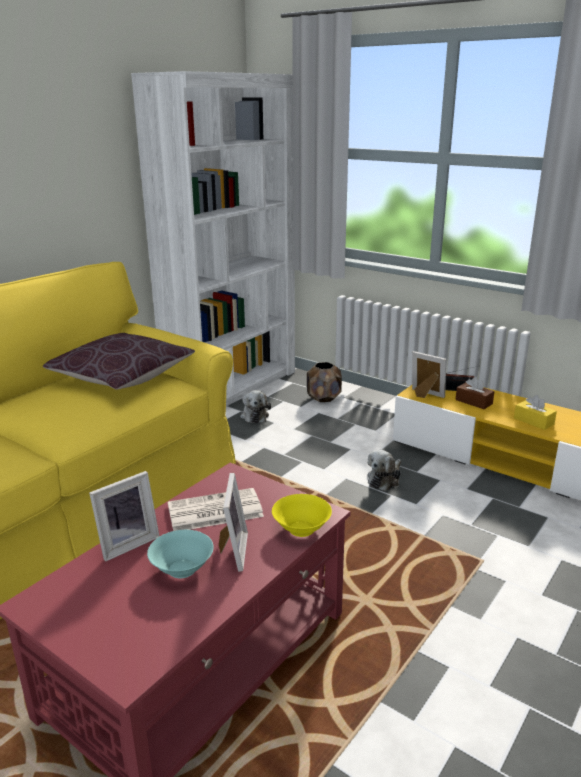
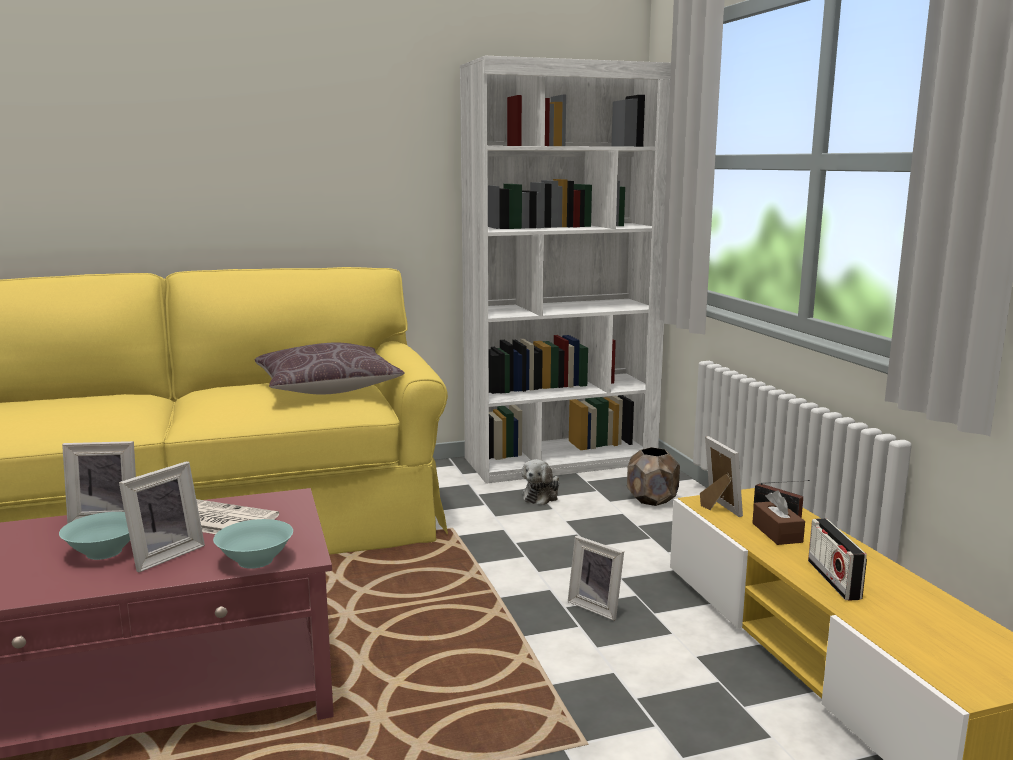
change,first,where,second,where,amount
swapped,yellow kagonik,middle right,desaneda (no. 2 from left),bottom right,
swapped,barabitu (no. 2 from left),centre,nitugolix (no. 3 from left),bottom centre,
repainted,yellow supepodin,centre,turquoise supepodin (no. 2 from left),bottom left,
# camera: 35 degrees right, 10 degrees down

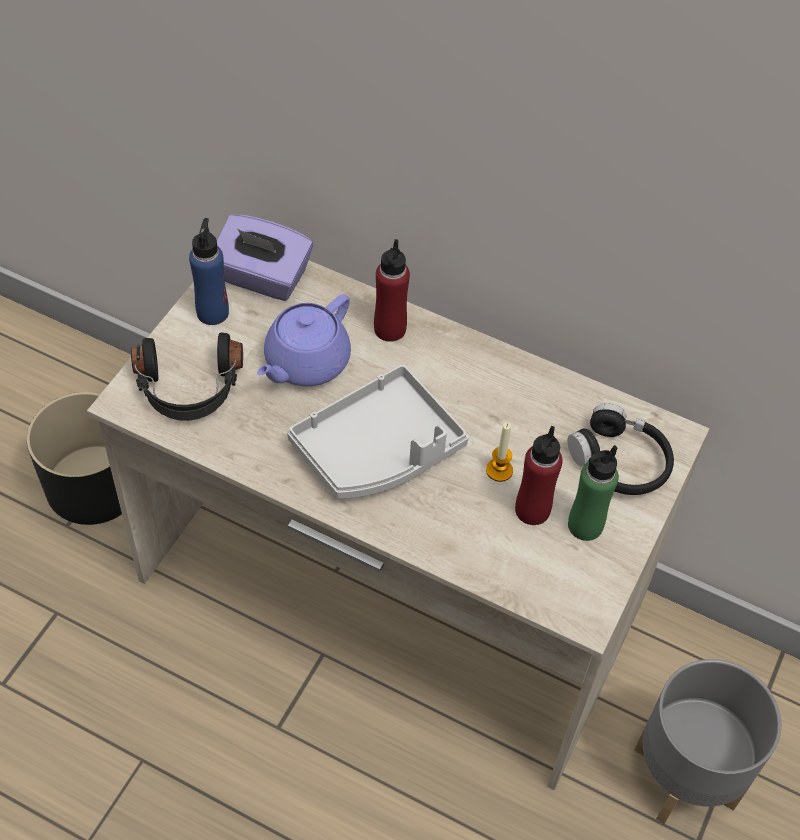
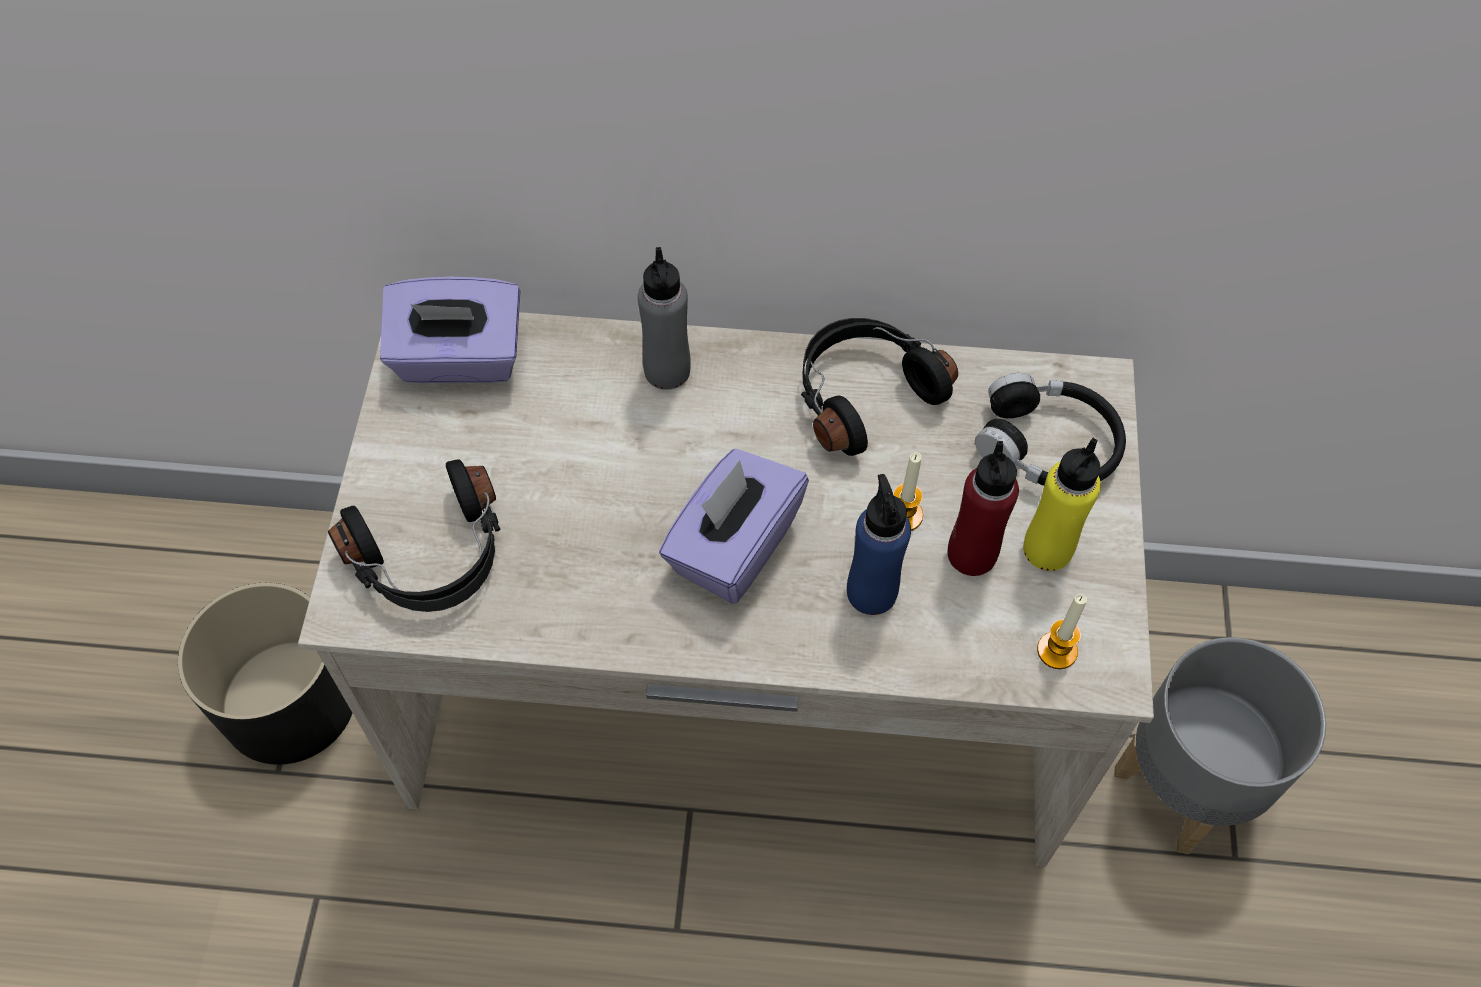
change,first,where,second,where,amount
shifted,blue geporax,top left,,centre,
repainted,red geporax (no. 1 from left),centre,grey geporax,top centre,
gone,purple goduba,centre,,,
swapped,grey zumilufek,centre,purple kagonik (no. 2 from left),centre,
repainted,green geporax,middle right,yellow geporax,middle right,
new,,,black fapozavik (no. 2 from left),centre,
new,,,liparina (no. 2 from left),middle right,
# camera: 20 degrees left, 5 degrees up

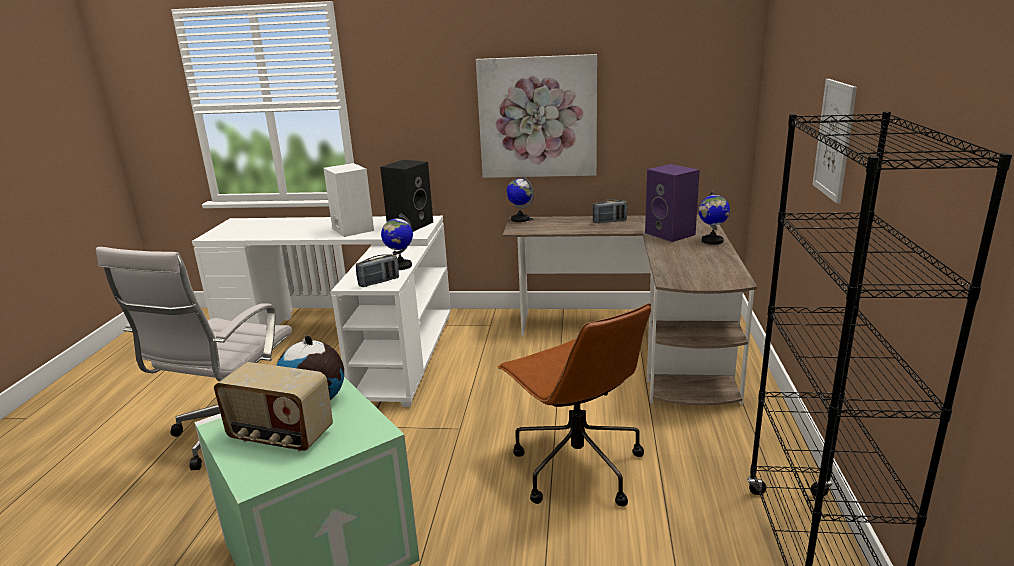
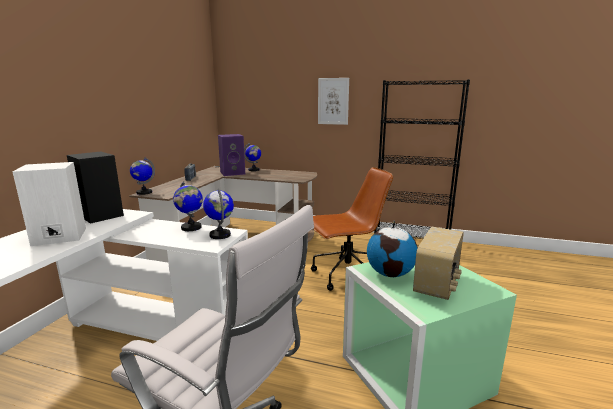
change,first,where,second,where,amount
gone,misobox (no. 1 from left),top centre,,,
swapped,desaneda (no. 2 from left),centre,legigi (no. 3 from left),centre,
# camera: 80 degrees left, 5 degrees down

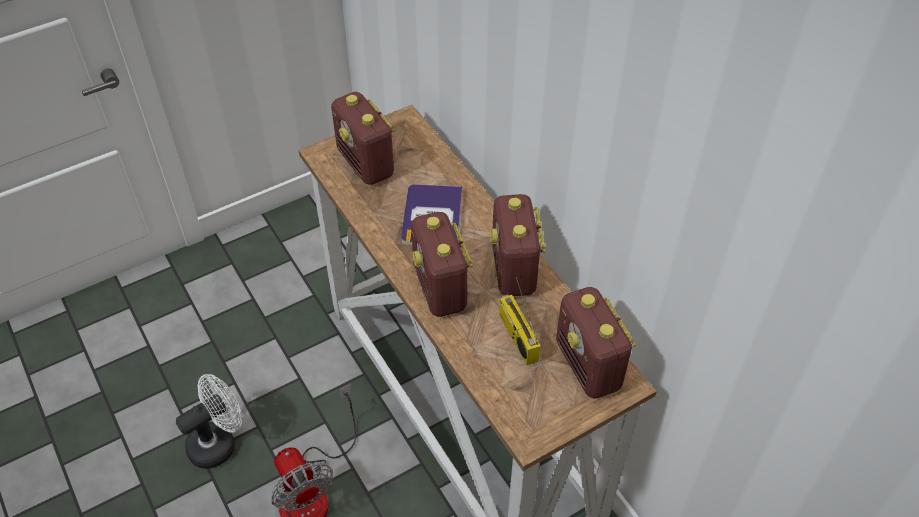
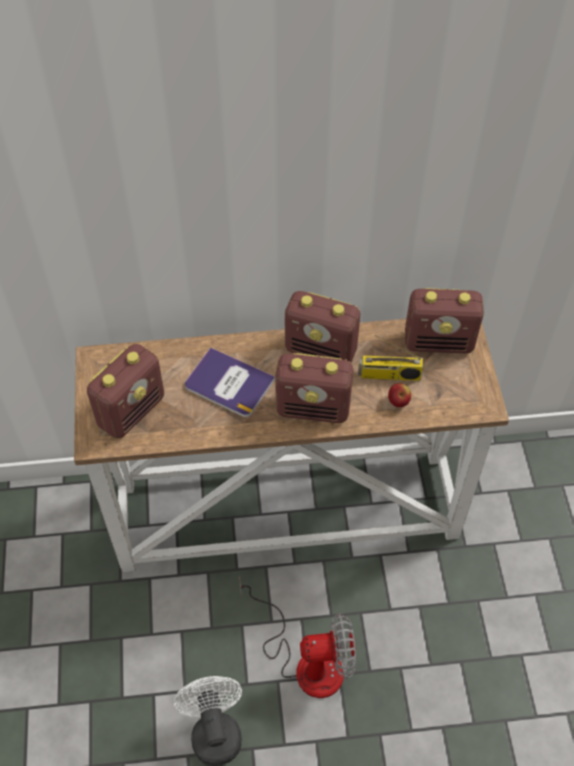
change,first,where,second,where,amount
rotated,desaneda (no. 1 from left),top centre,,middle left,45 degrees counterclockwise
new,,,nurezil,middle right,
# camera: 65 degrees left, 5 degrees up

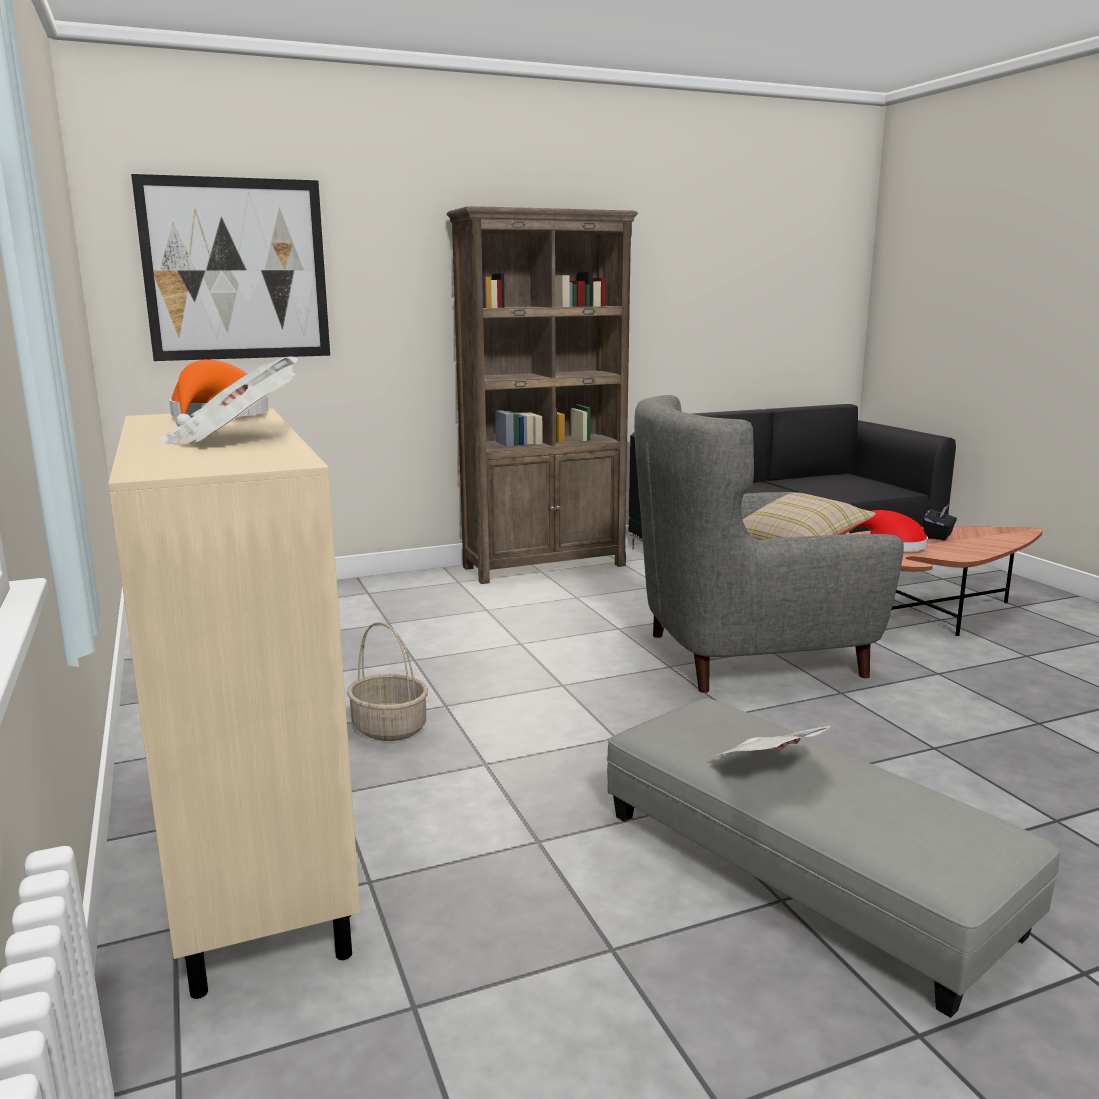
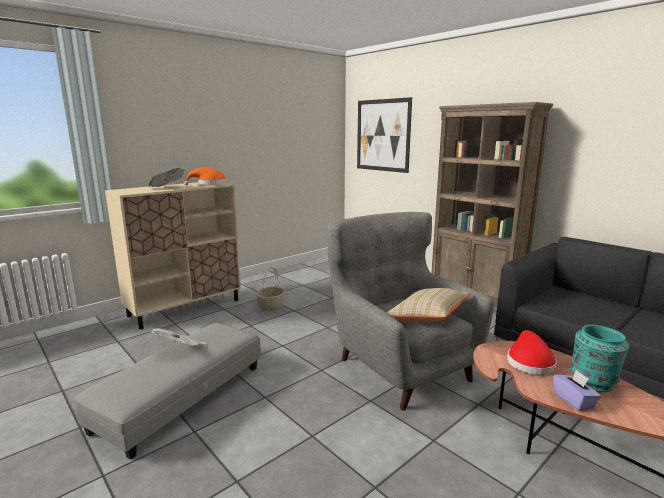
change,first,where,second,where,amount
swapped,black kagonik,middle right,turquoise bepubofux,bottom right,
new,,,purple kagonik,bottom right,
# camera: 70 degrees right, 0 degrees up

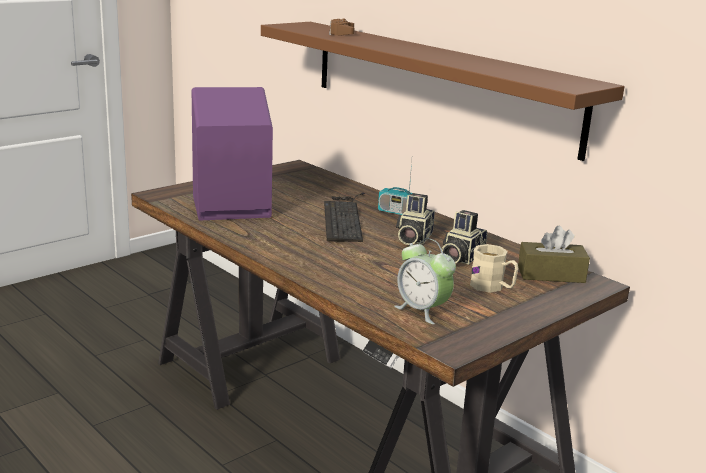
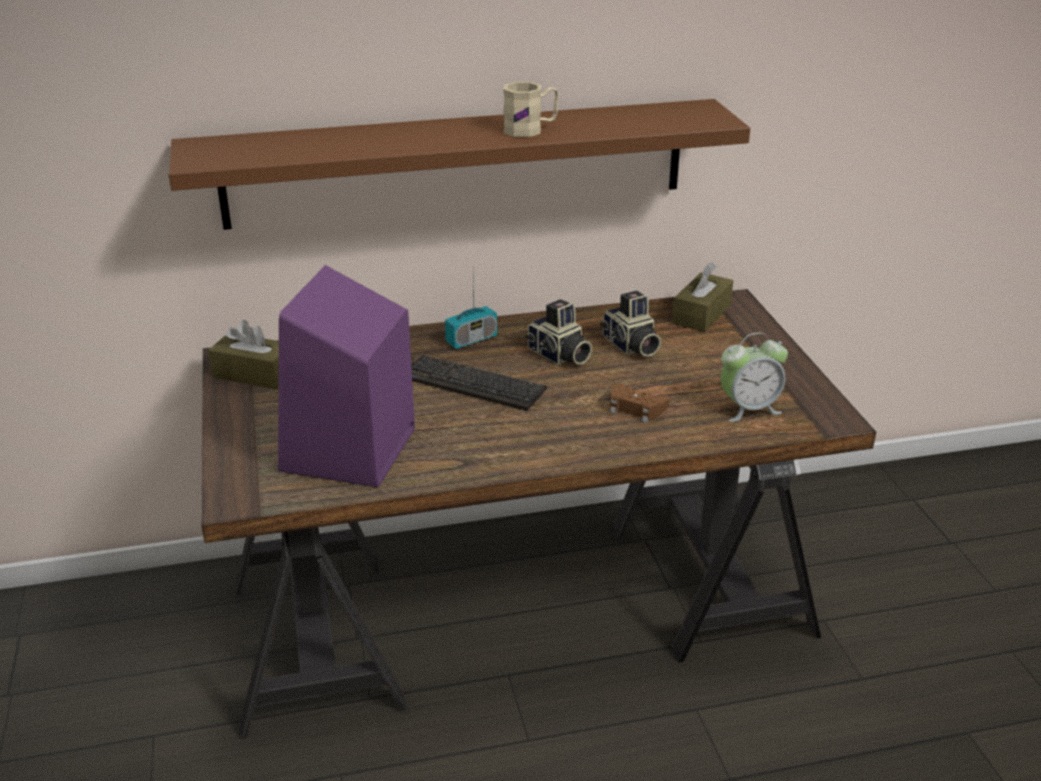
change,first,where,second,where,amount
shifted,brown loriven,top centre,,centre,
shifted,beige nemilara,middle right,,top centre,
new,,,brown kagonik (no. 1 from left),middle left,
# camera: 60 degrees left, 10 degrees up

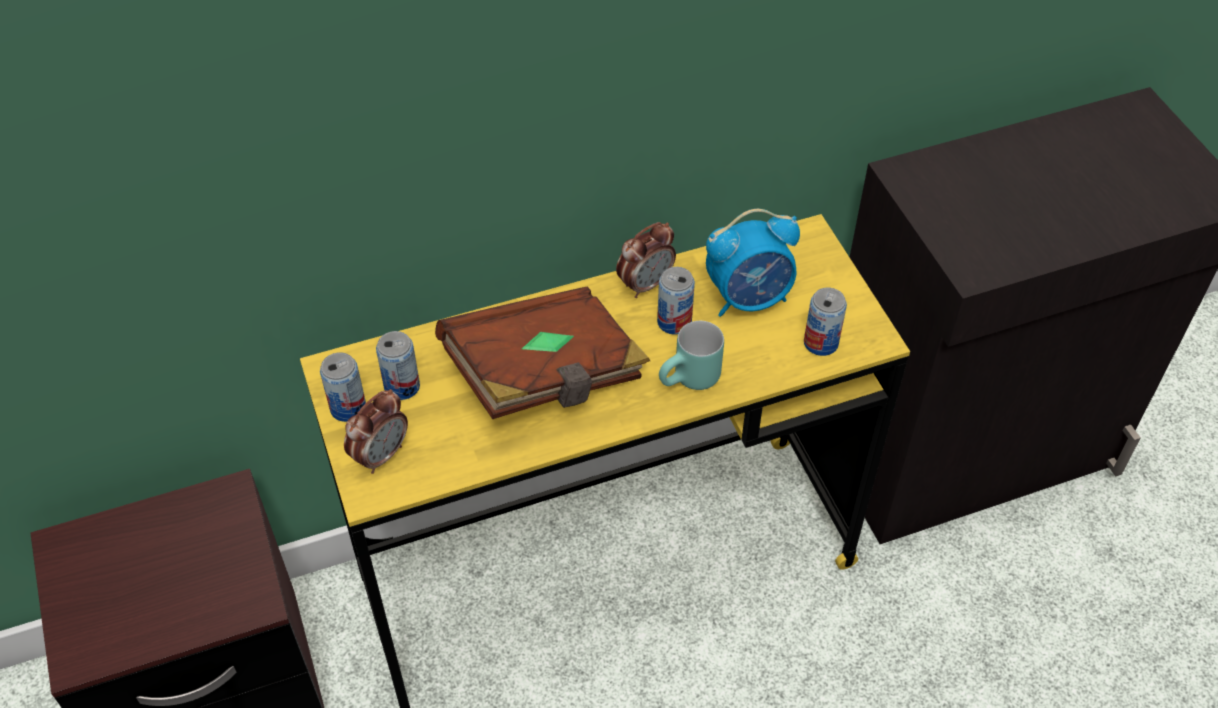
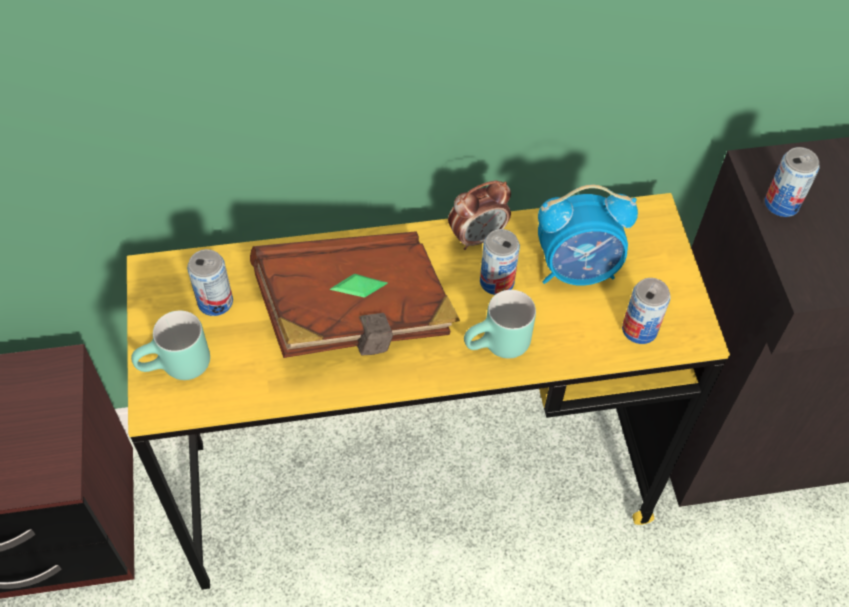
change,first,where,second,where,amount
shifted,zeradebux (no. 1 from left in the first image),middle left,zeradebux (no. 4 from left),top right,
swapped,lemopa (no. 1 from left),middle left,turquoise nemilara (no. 1 from left),middle left,
# camera: 10 degrees right, 5 degrees up

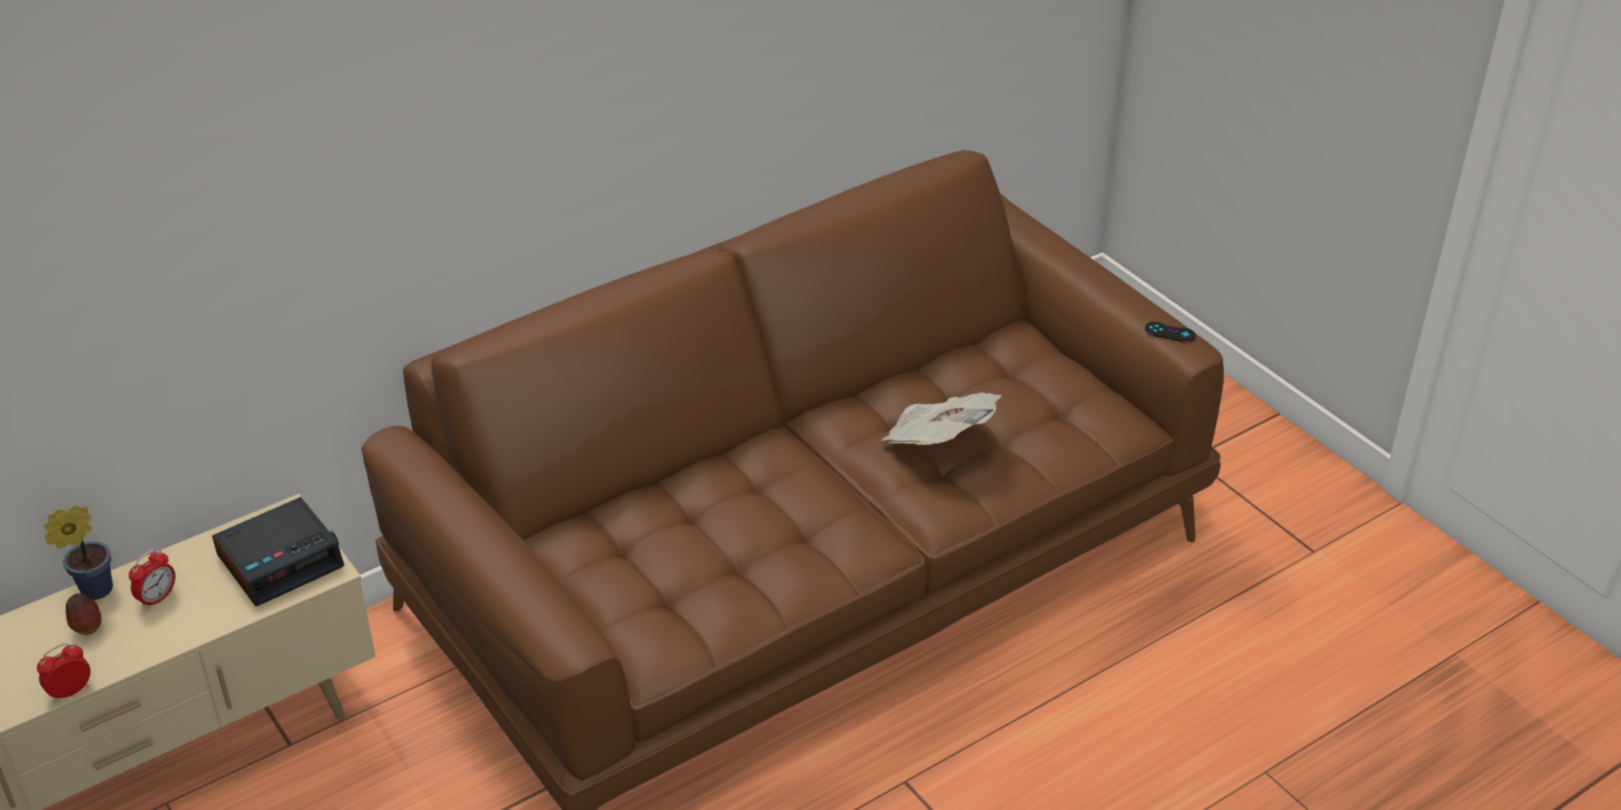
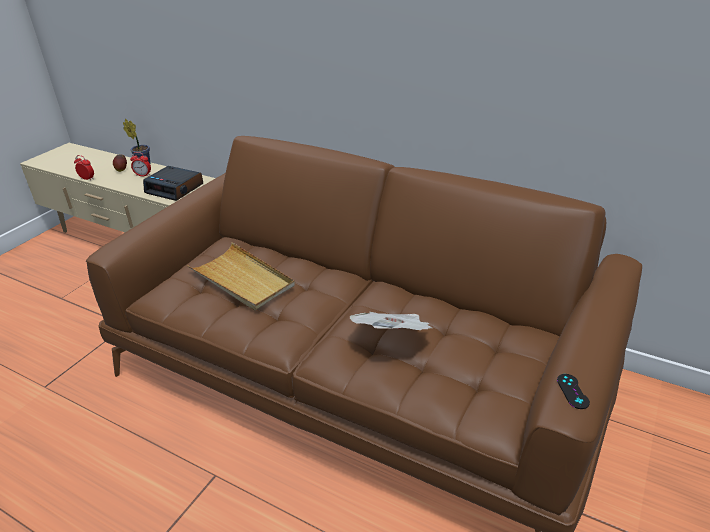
change,first,where,second,where,amount
new,,,beige zumilufek,centre,
# camera: 65 degrees right, 5 degrees down

